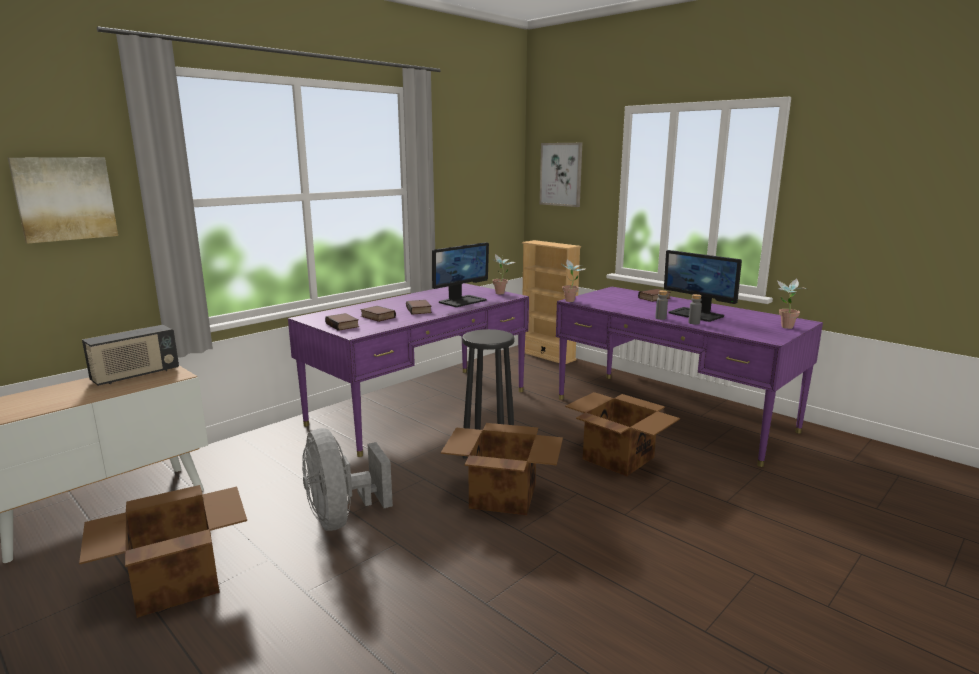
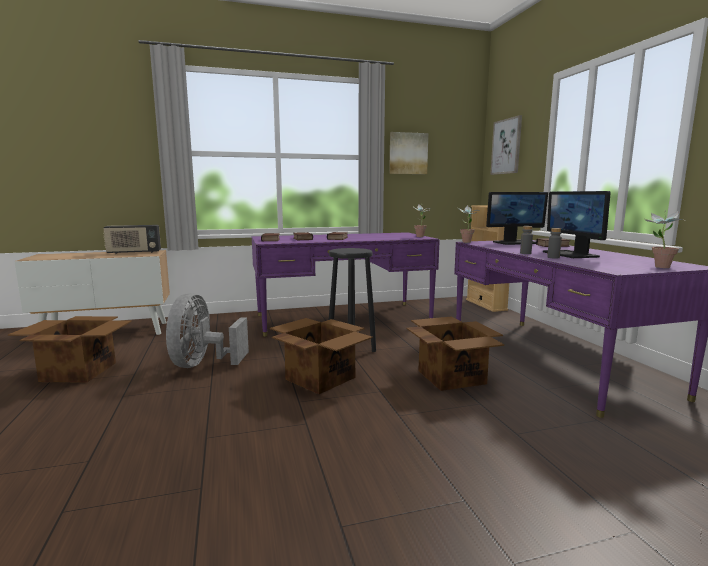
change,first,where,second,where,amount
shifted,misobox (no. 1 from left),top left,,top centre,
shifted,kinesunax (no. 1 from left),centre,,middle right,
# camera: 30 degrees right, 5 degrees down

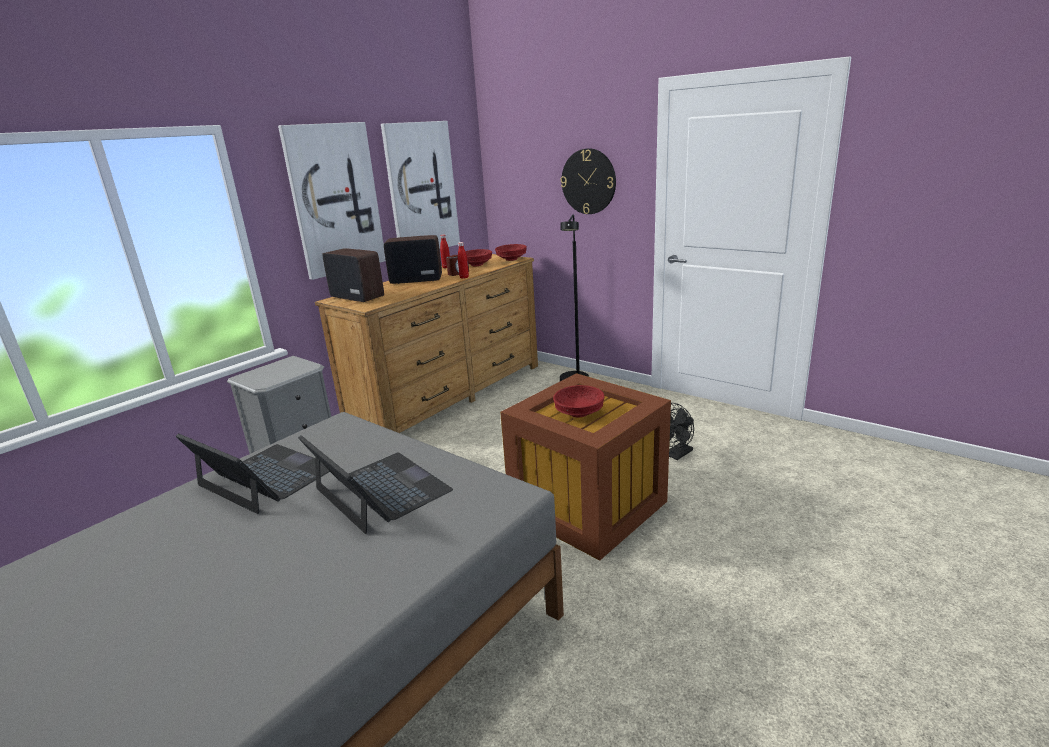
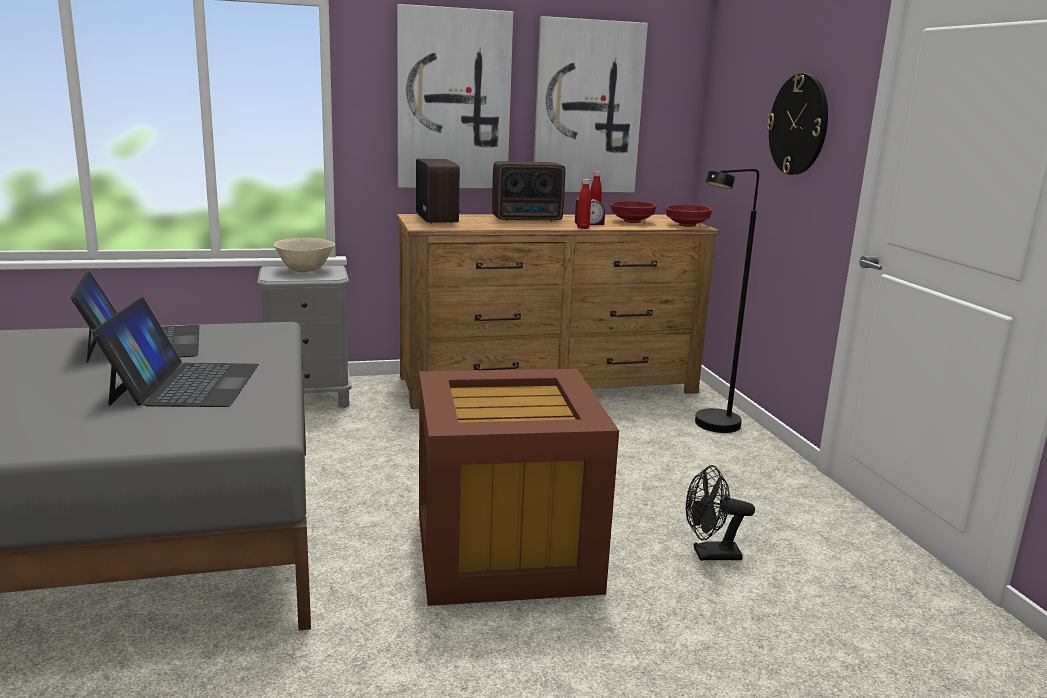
change,first,where,second,where,amount
rotated,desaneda (no. 2 from left),centre,,top centre,135 degrees clockwise
gone,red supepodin (no. 3 from left),centre,,,
new,,,beige supepodin,middle left,
# camera: 35 degrees right, 5 degrees down

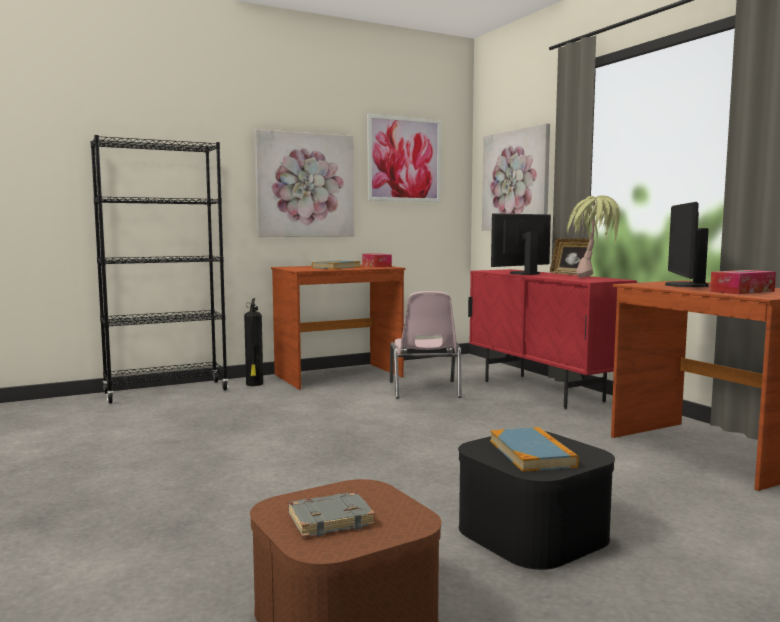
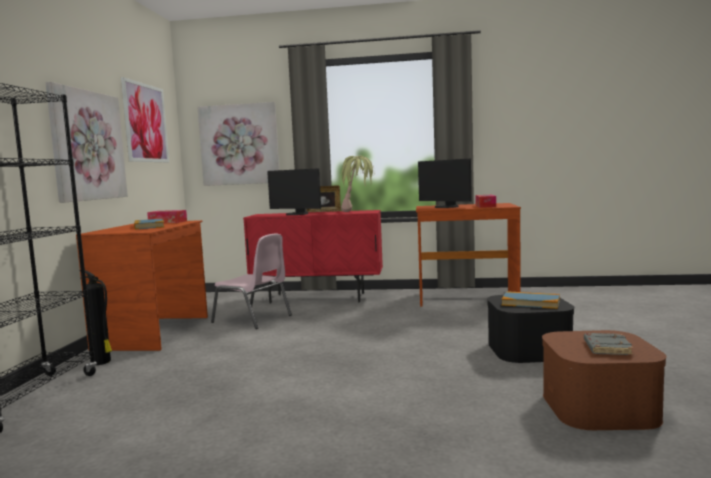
change,first,where,second,where,amount
rotated,kinesunax (no. 1 from left),middle right,,centre,60 degrees counterclockwise
# camera: 55 degrees left, 0 degrees up

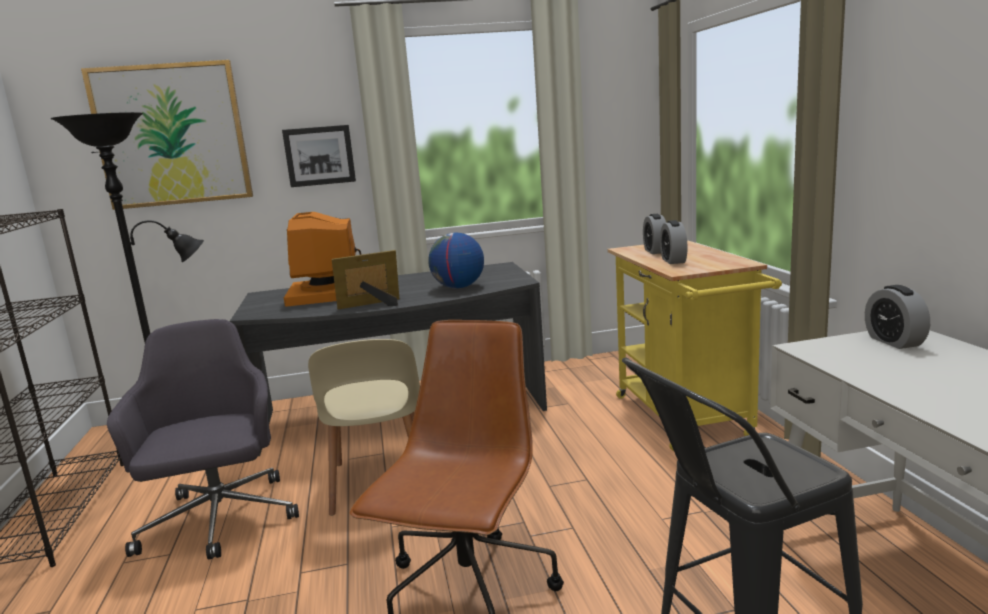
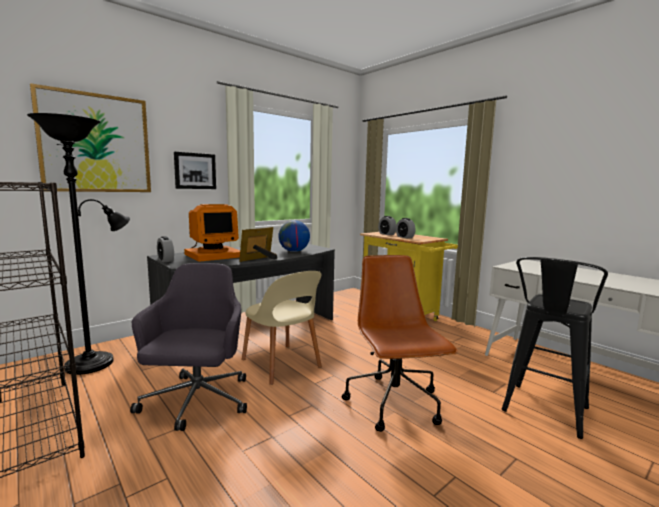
change,first,where,second,where,amount
rotated,kinesunax,middle left,,middle left,90 degrees counterclockwise
shifted,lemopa (no. 3 from left in the first image),middle right,lemopa (no. 1 from left),middle left,
rotated,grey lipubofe,bottom left,,bottom left,45 degrees clockwise
# camera: 30 degrees left, 5 degrees down

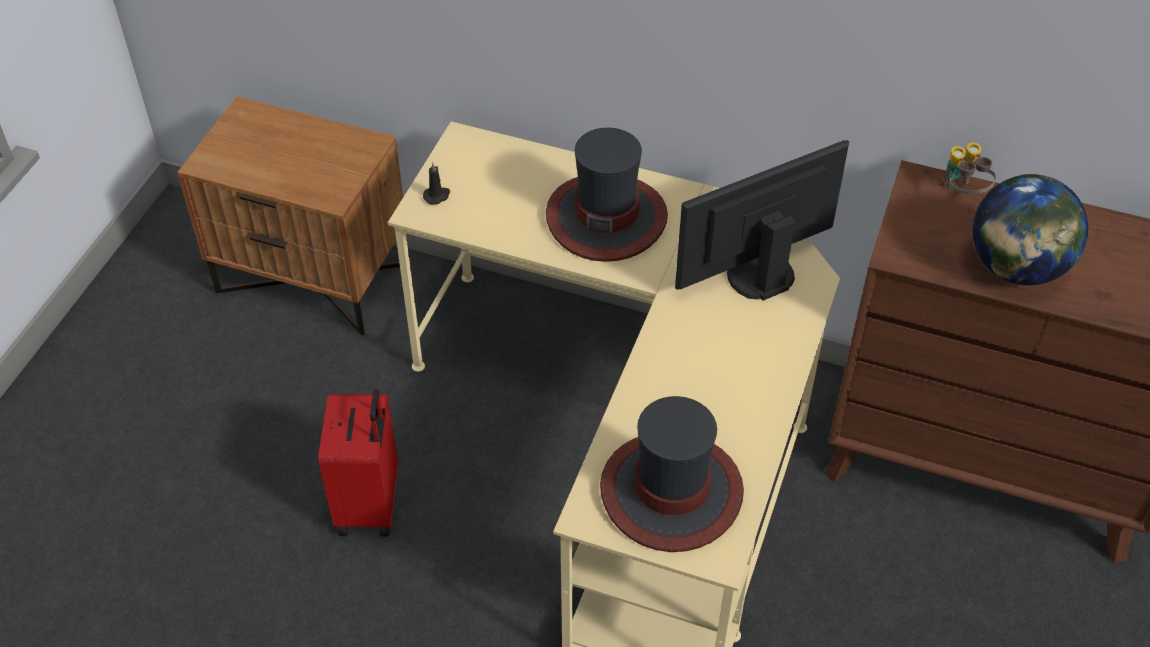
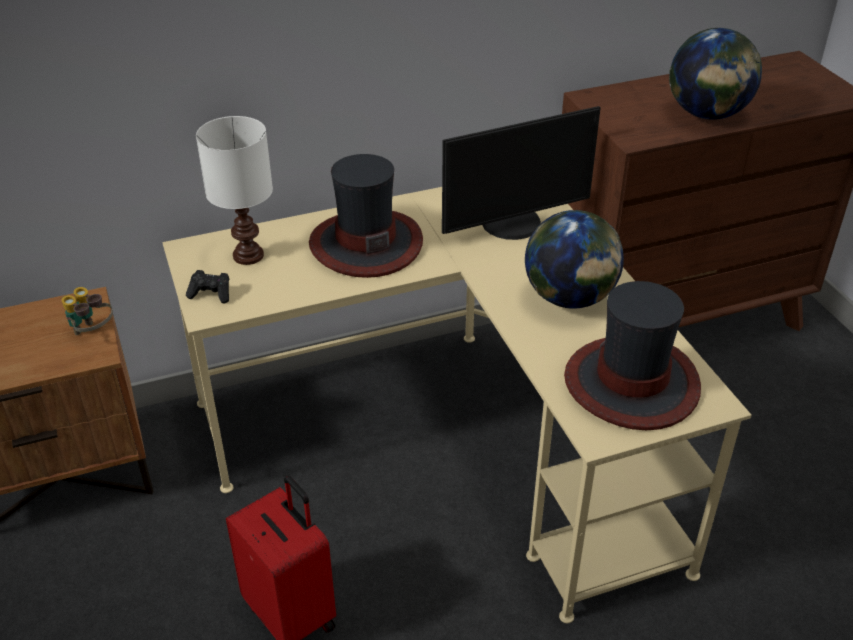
change,first,where,second,where,amount
rotated,kinesunax,centre,,top centre,135 degrees counterclockwise
shifted,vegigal,top right,,middle left,
swapped,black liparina,top centre,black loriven,middle left,
new,,,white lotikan,top left,
new,,,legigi (no. 1 from left),middle right,
# camera: 40 degrees left, 10 degrees down

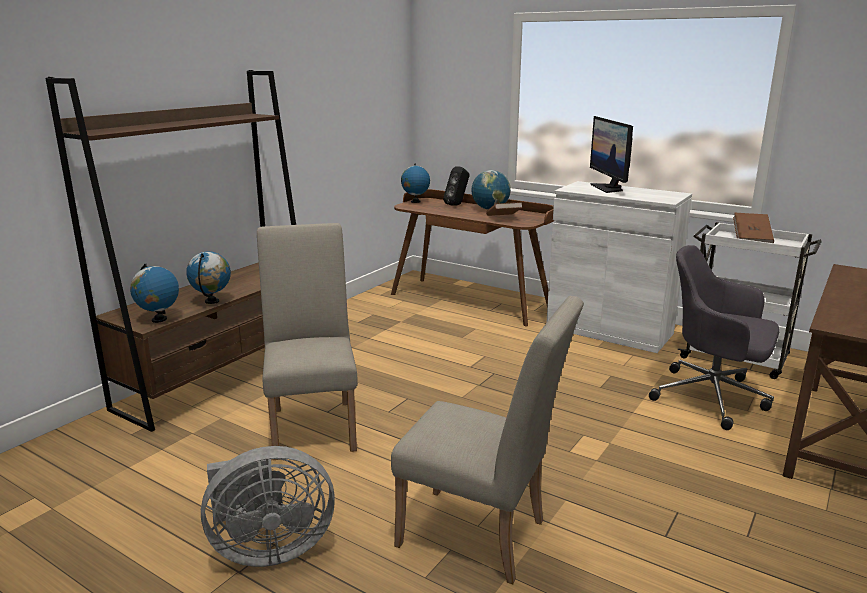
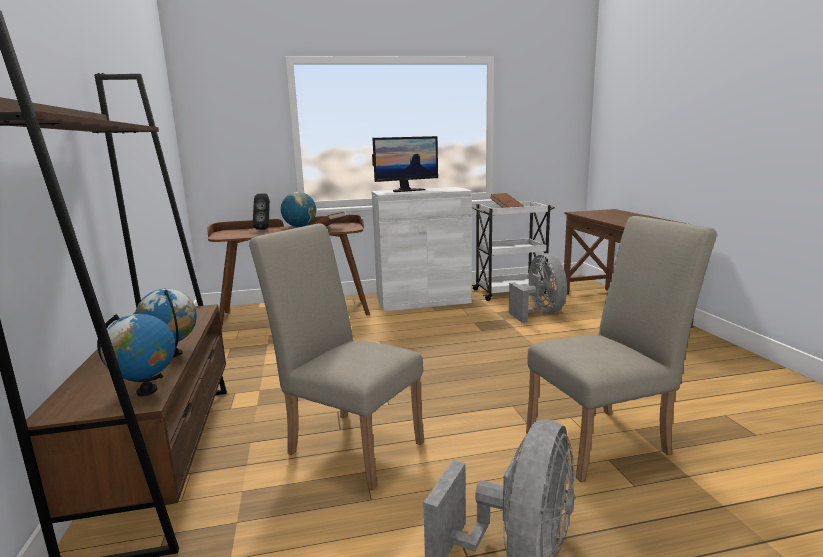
change,first,where,second,where,amount
rotated,kinesunax,top right,,top centre,60 degrees counterclockwise
gone,legigi (no. 3 from left),top centre,,,
swapped,grey lipubofe,middle right,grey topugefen (no. 2 from left),centre,
# camera: 45 degrees left, 5 degrees down

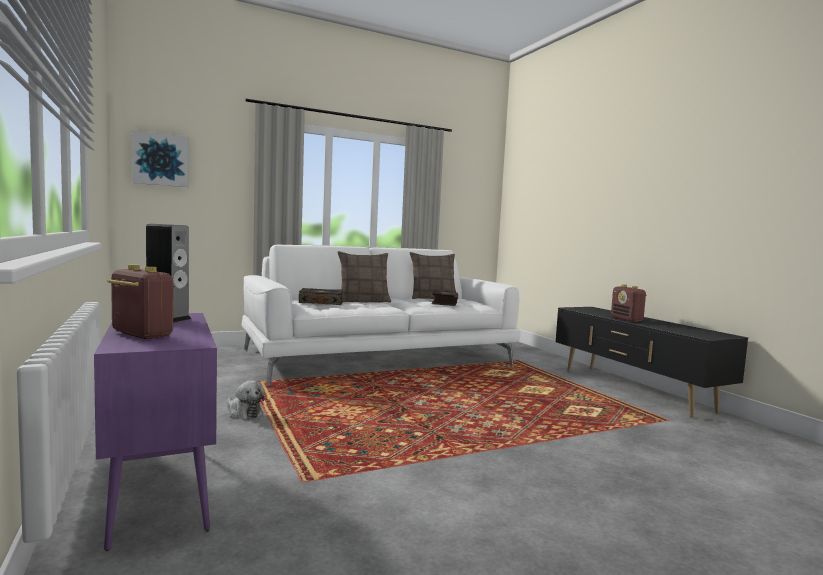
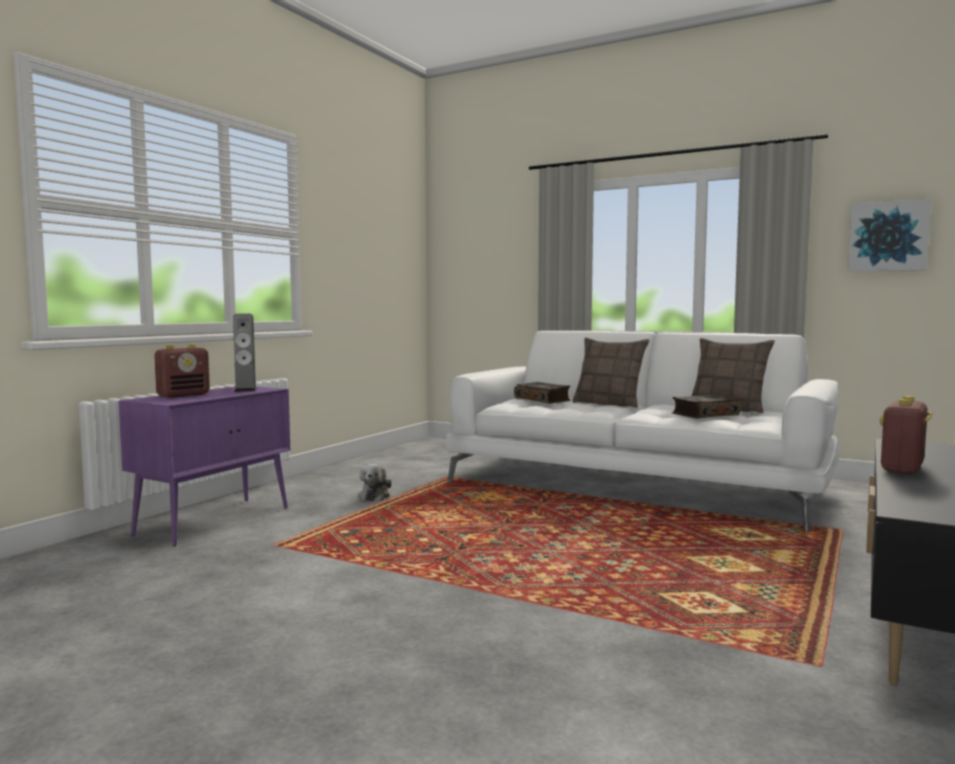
change,first,where,second,where,amount
shifted,misobox,top left,,top right,
rotated,desaneda (no. 1 from left),middle left,,middle left,45 degrees clockwise
# camera: 55 degrees right, 0 degrees up

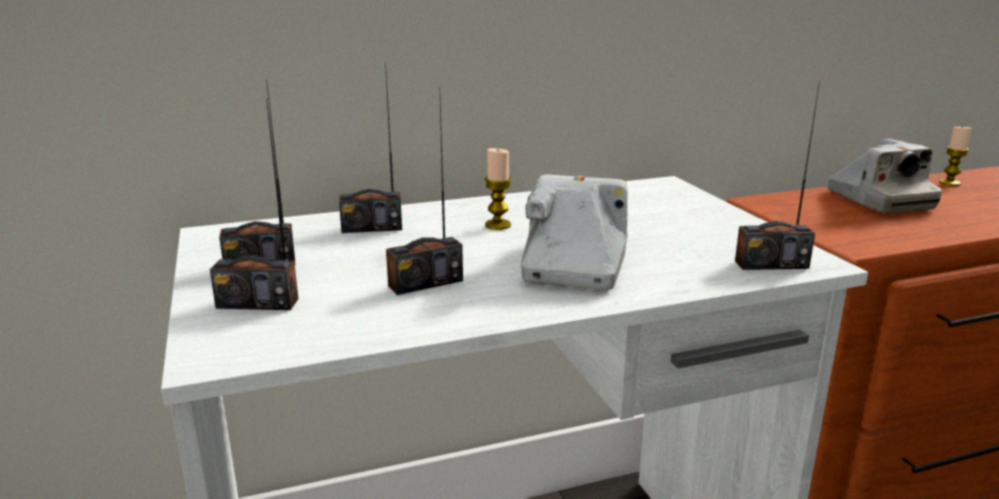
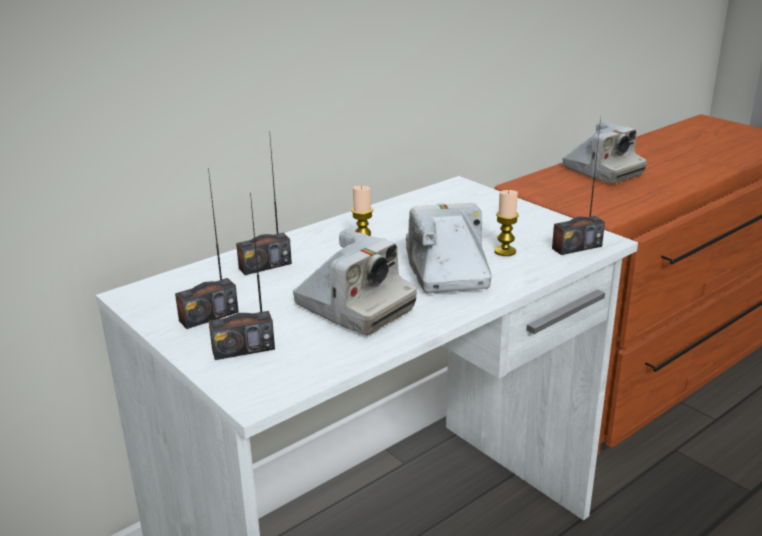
change,first,where,second,where,amount
swapped,desaneda (no. 4 from left),centre,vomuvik (no. 1 from left),centre,
shifted,liparina (no. 2 from left),top right,,centre,
# camera: 20 degrees left, 5 degrees up

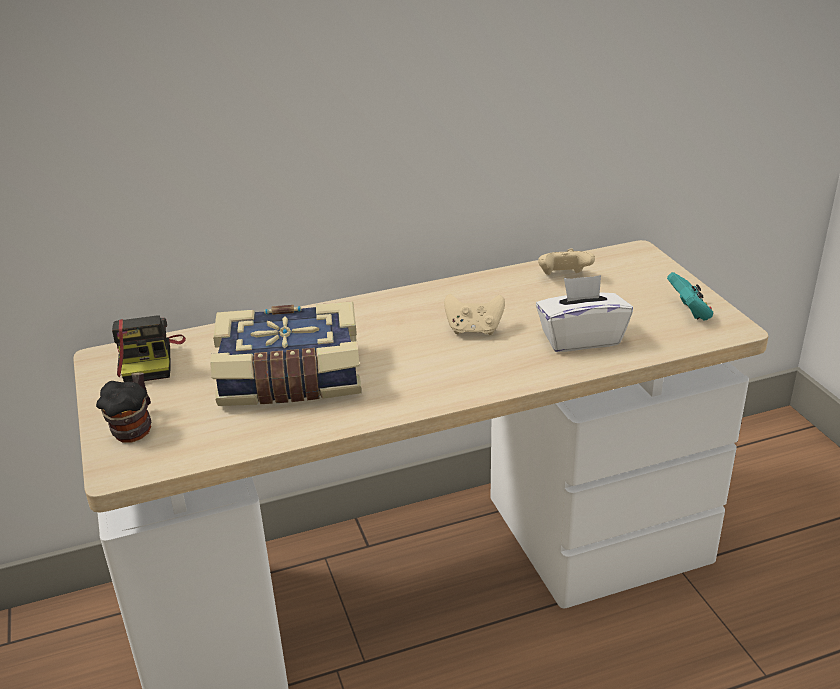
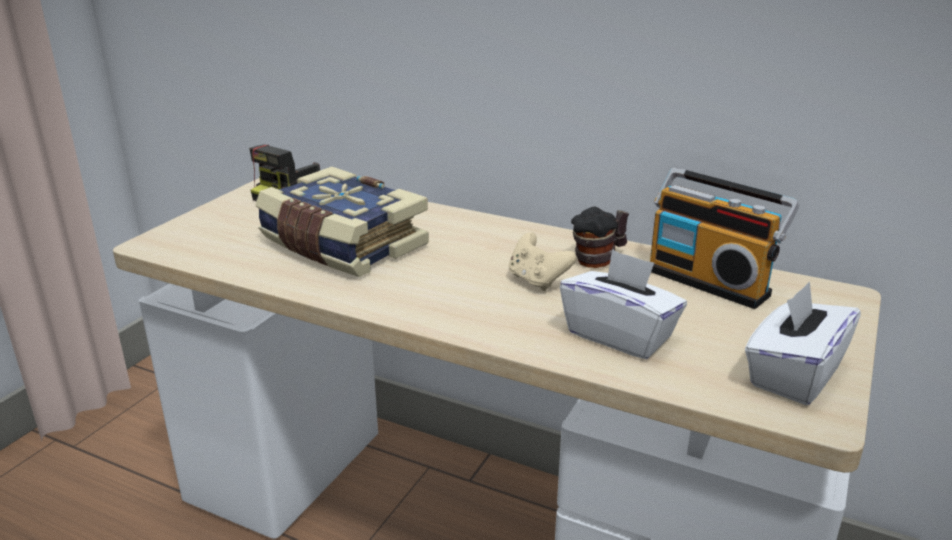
change,first,where,second,where,amount
swapped,beige loriven (no. 2 from left),middle right,desaneda,middle right,
swapped,turquoise loriven,middle right,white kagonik (no. 2 from left),middle right,
shifted,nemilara,middle left,,centre,
# camera: 45 degrees right, 5 degrees down

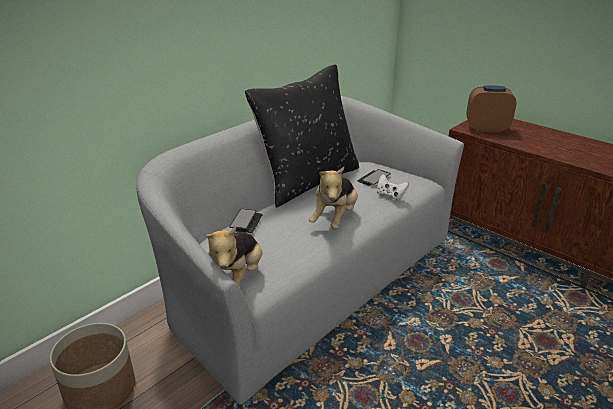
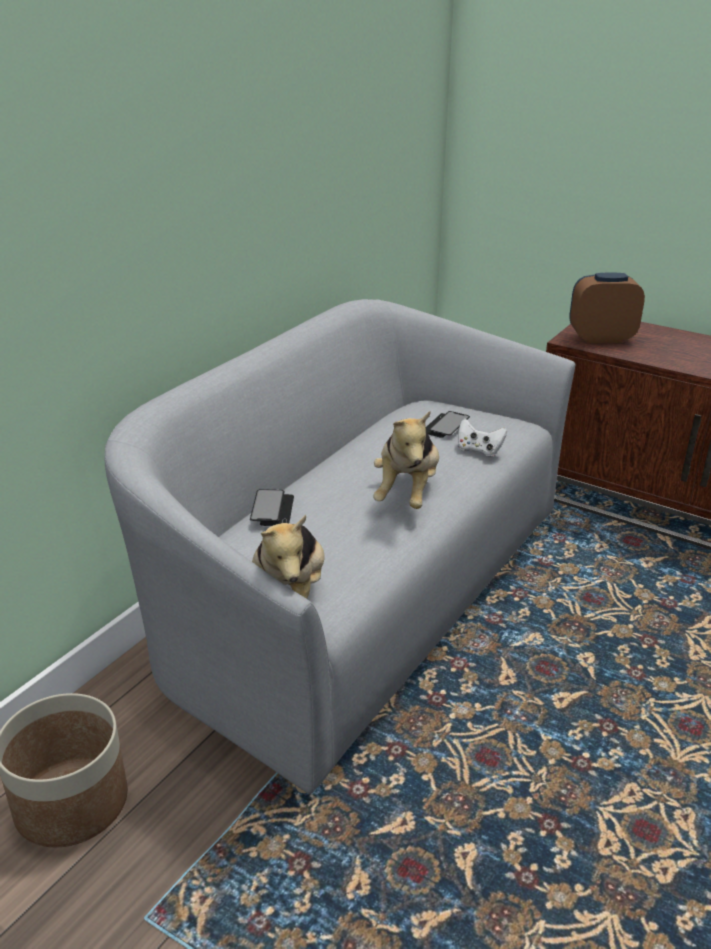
change,first,where,second,where,amount
gone,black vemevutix,top centre,,,
# camera: 10 degrees left, 0 degrees up

